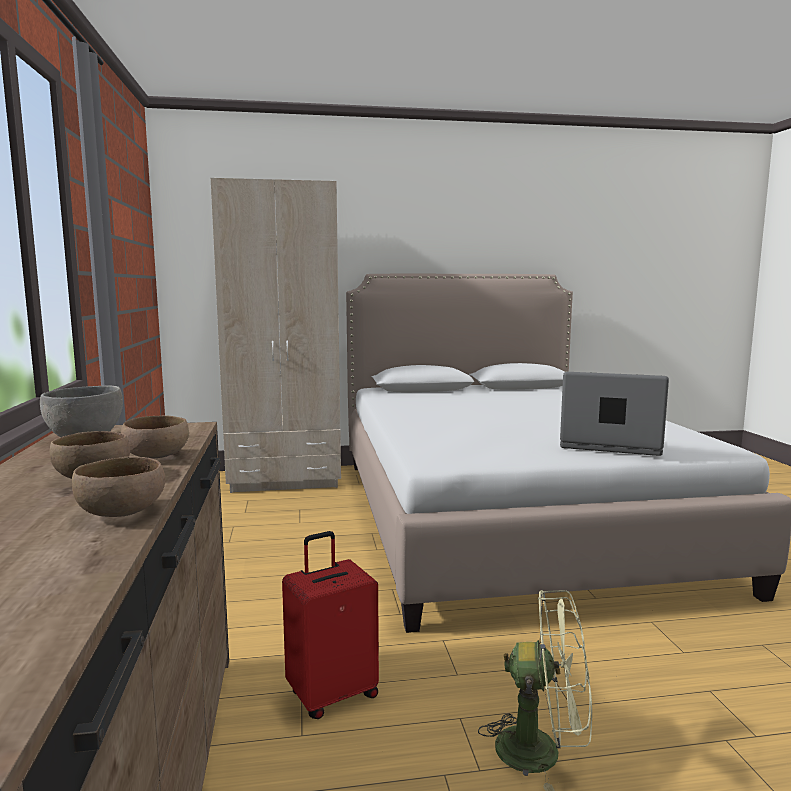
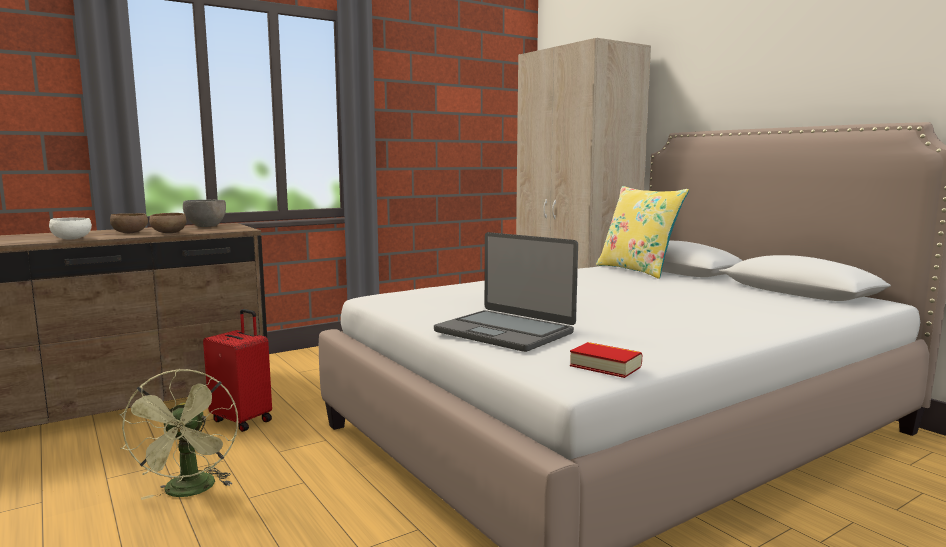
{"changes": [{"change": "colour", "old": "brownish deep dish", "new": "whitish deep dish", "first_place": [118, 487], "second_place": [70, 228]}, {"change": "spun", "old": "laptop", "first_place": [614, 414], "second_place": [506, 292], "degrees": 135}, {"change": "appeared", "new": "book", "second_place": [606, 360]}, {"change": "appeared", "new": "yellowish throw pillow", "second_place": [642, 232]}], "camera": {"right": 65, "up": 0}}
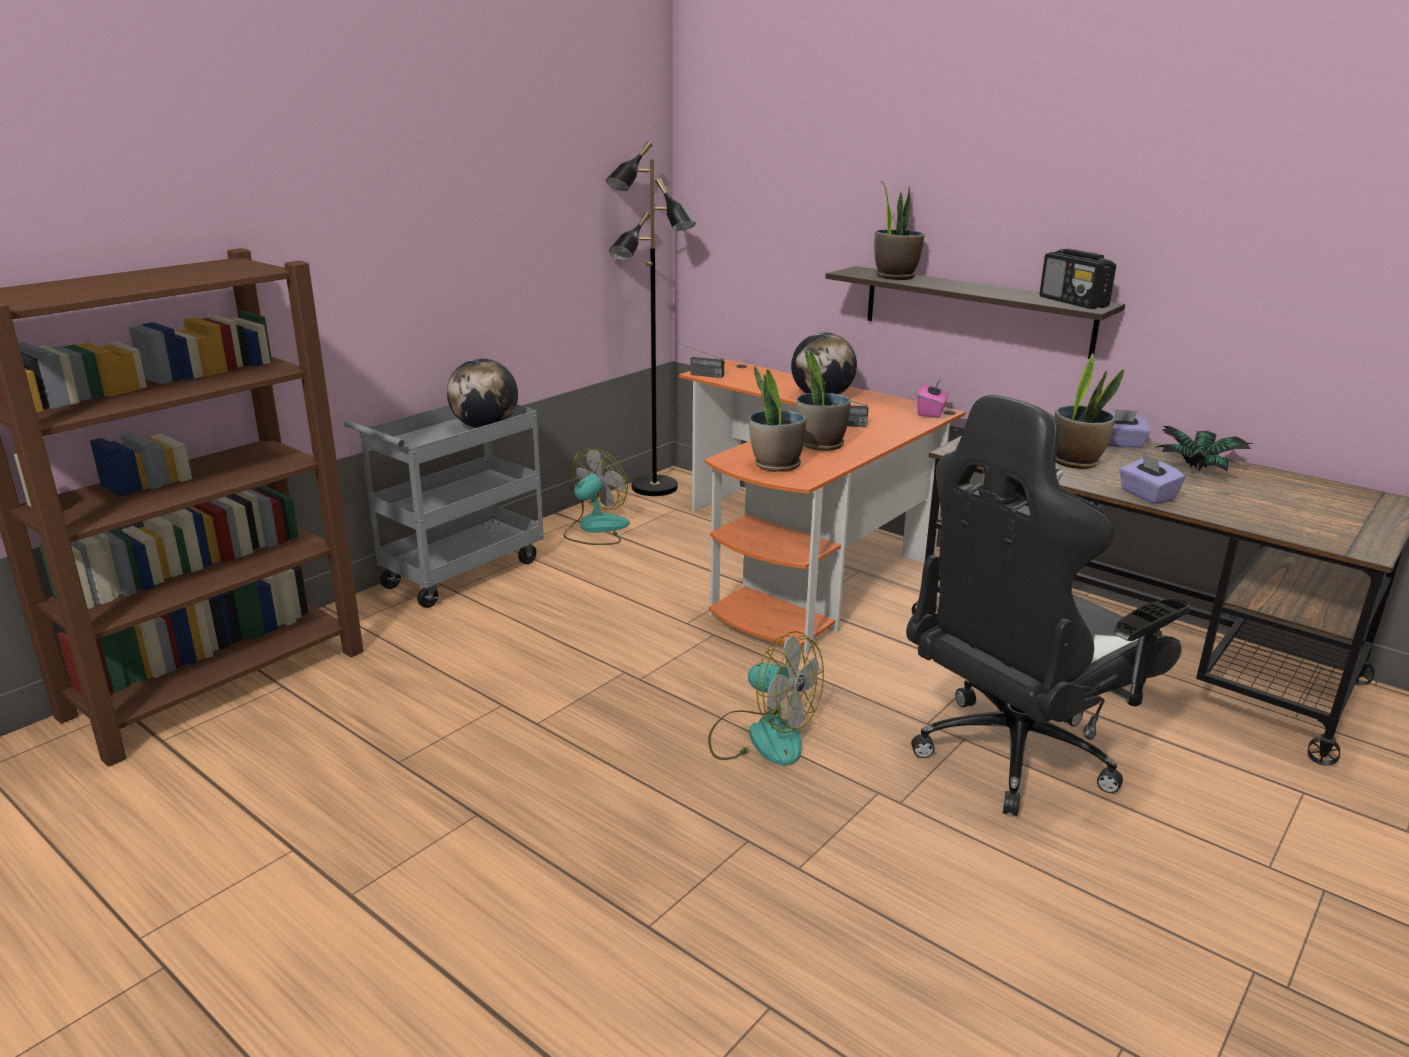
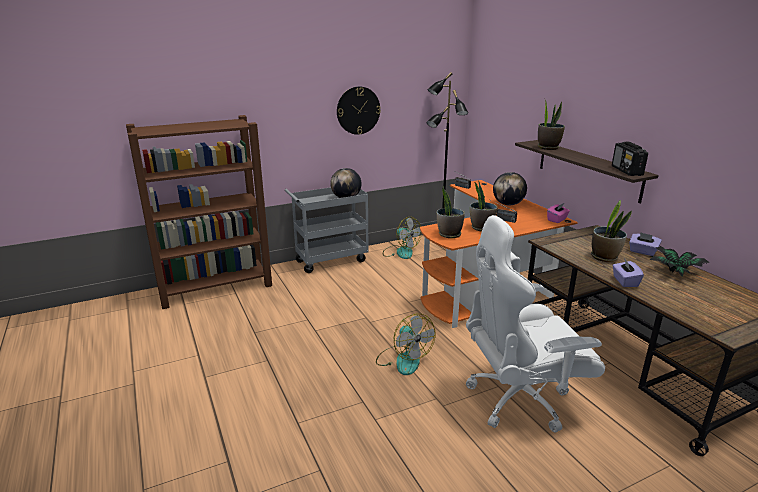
{"changes": [{"change": "appeared", "new": "clock on the wall", "second_place": [359, 110]}, {"change": "spun", "old": "cooling fan", "first_place": [596, 497], "second_place": [402, 238], "degrees": 75}, {"change": "colour", "old": "blackish office chair", "new": "whitish office chair", "first_place": [1048, 605], "second_place": [535, 324]}], "camera": {"right": 25, "up": 0}}
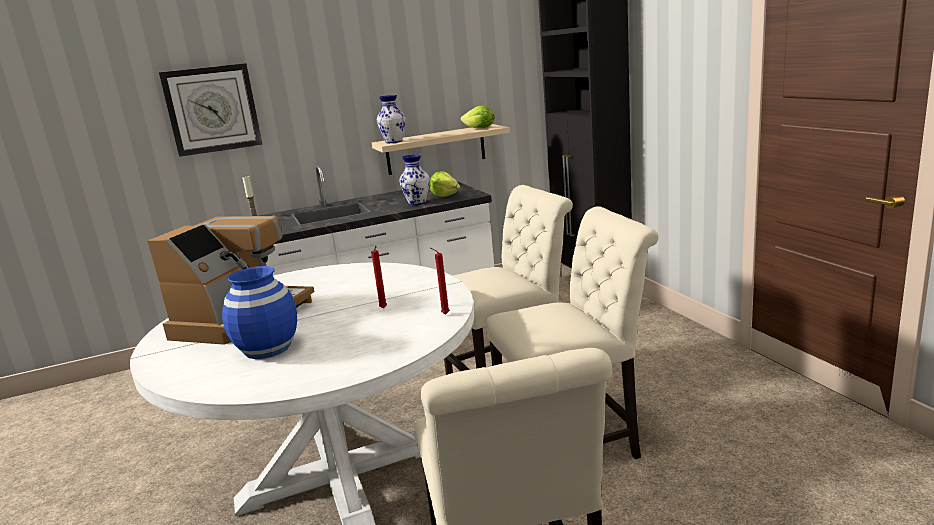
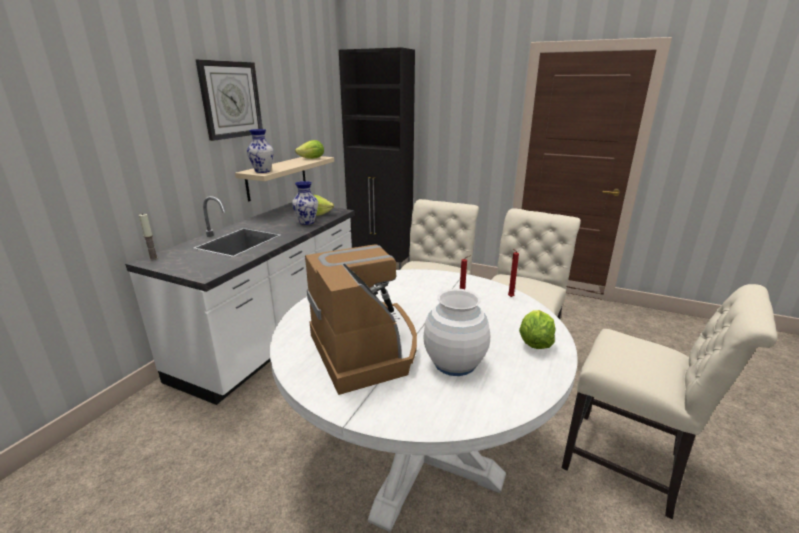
{"changes": [{"change": "relocated", "old": "clock on the wall", "first_place": [211, 110], "second_place": [229, 100]}, {"change": "colour", "old": "blue-coloured decorative vase", "new": "whitish decorative vase", "first_place": [259, 312], "second_place": [456, 332]}, {"change": "appeared", "new": "head of lettuce", "second_place": [537, 329]}], "camera": {"right": -45, "up": 5}}
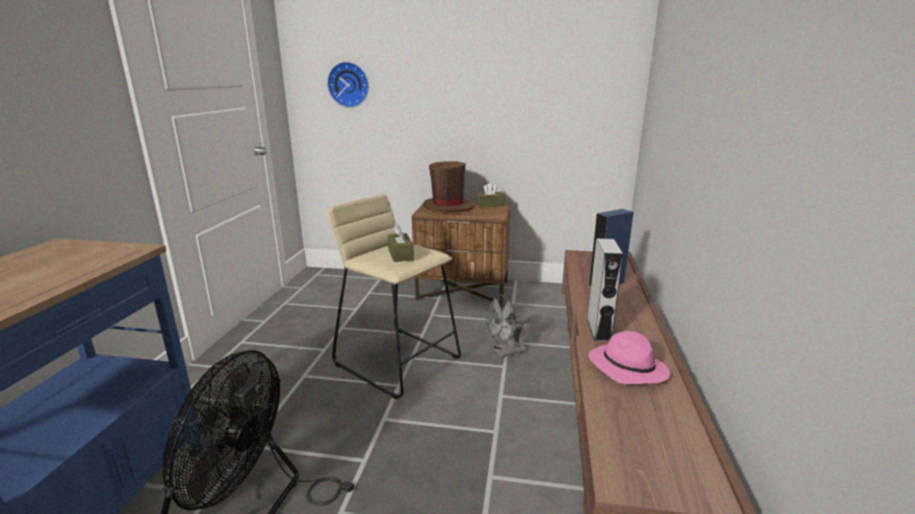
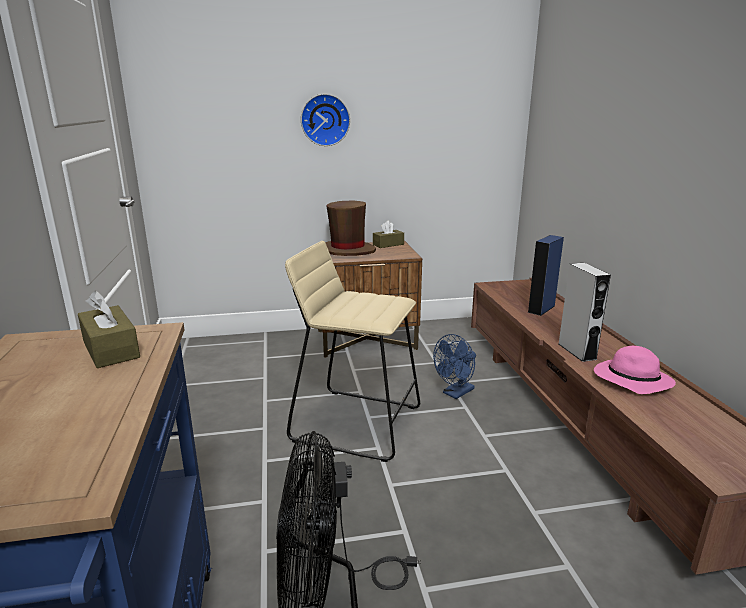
{"changes": [{"change": "relocated", "old": "brownish box of tissues", "first_place": [401, 243], "second_place": [109, 329]}, {"change": "relocated", "old": "clock on the wall", "first_place": [348, 85], "second_place": [325, 120]}, {"change": "colour", "old": "greyish cooling fan", "new": "blue-coloured cooling fan", "first_place": [508, 325], "second_place": [454, 366]}], "camera": {"right": -20, "up": 0}}
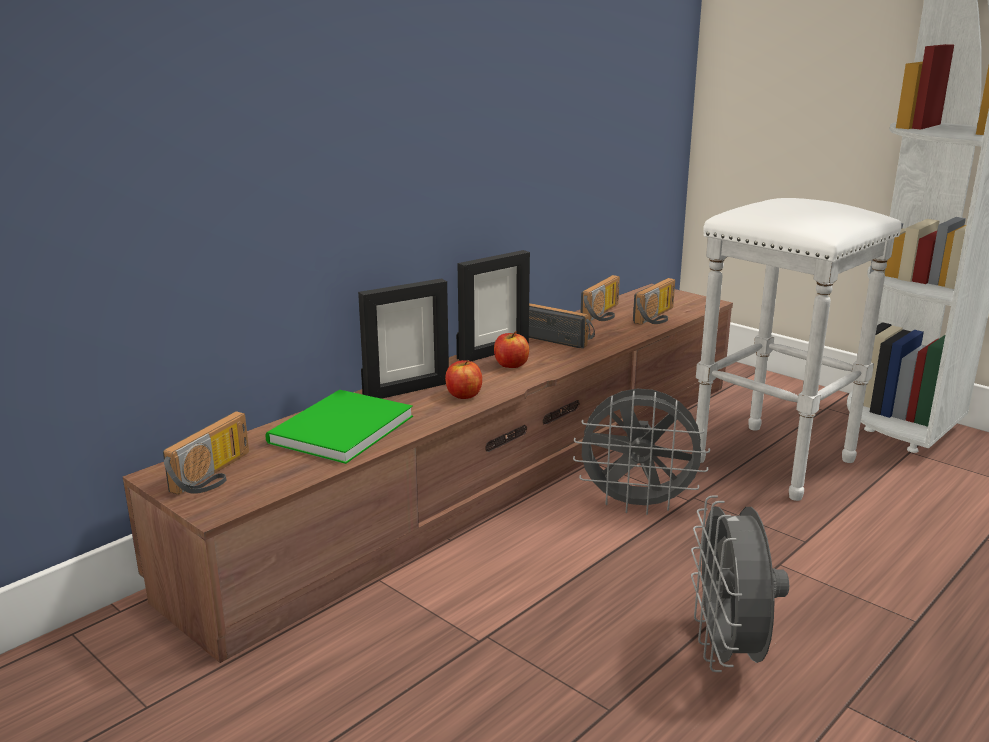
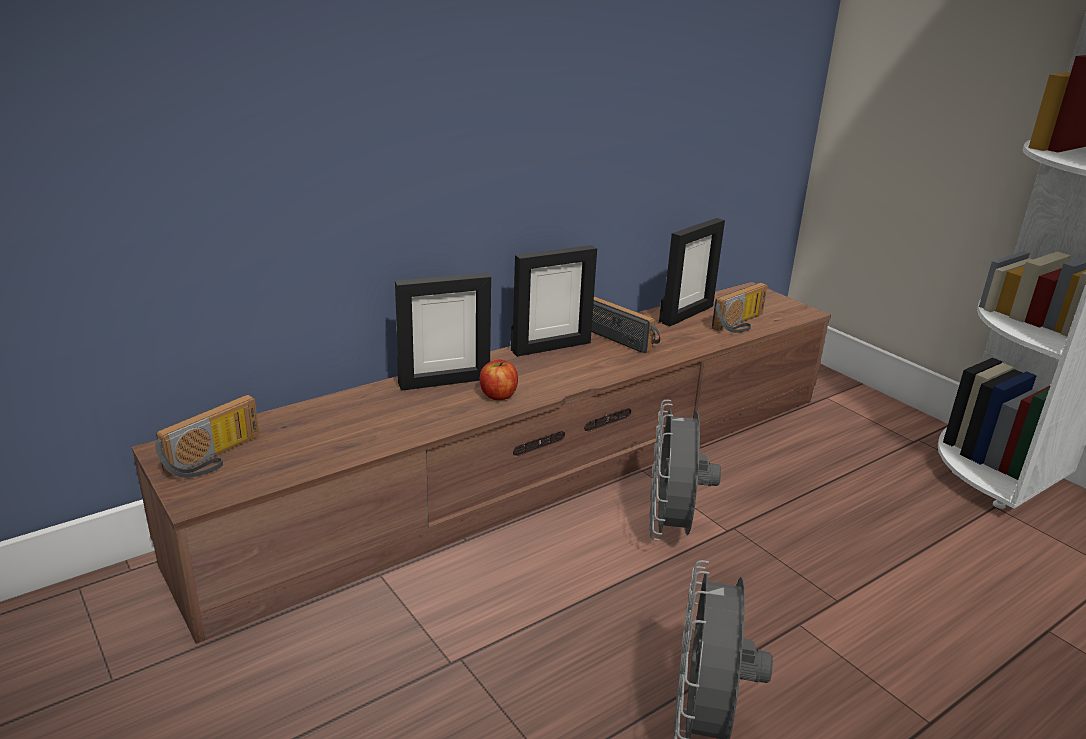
{"changes": [{"change": "spun", "old": "greyish cooling fan", "first_place": [641, 452], "second_place": [685, 470], "degrees": 75}, {"change": "exchanged", "old": "radio", "new": "picture frame", "first_place": [600, 298], "second_place": [692, 272]}, {"change": "missing", "old": "greenish book", "first_place": [339, 427]}, {"change": "missing", "old": "apple", "first_place": [511, 349]}, {"change": "missing", "old": "whitish sitting stool", "first_place": [798, 349]}], "camera": {"right": 10, "up": 5}}
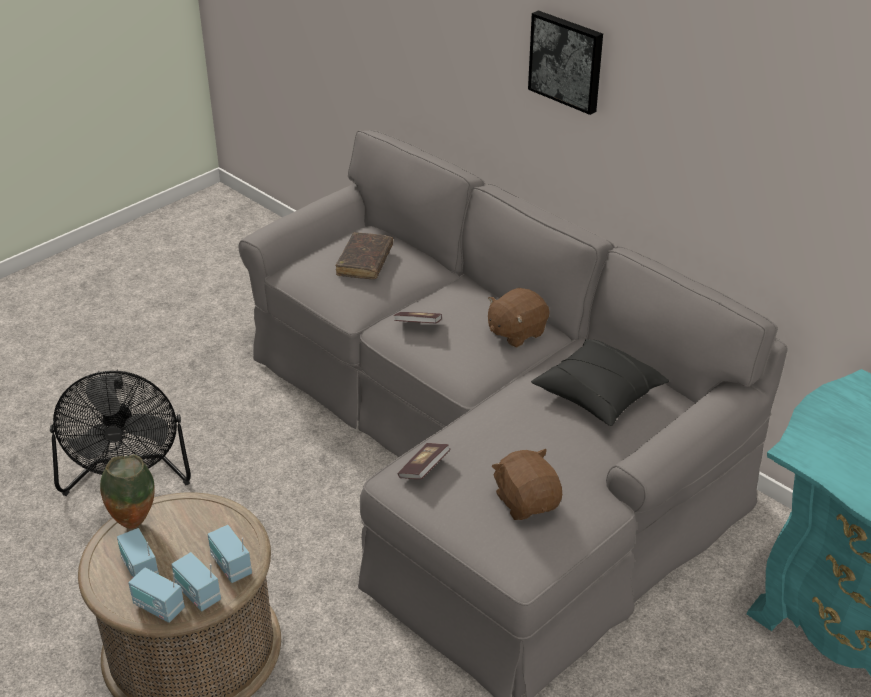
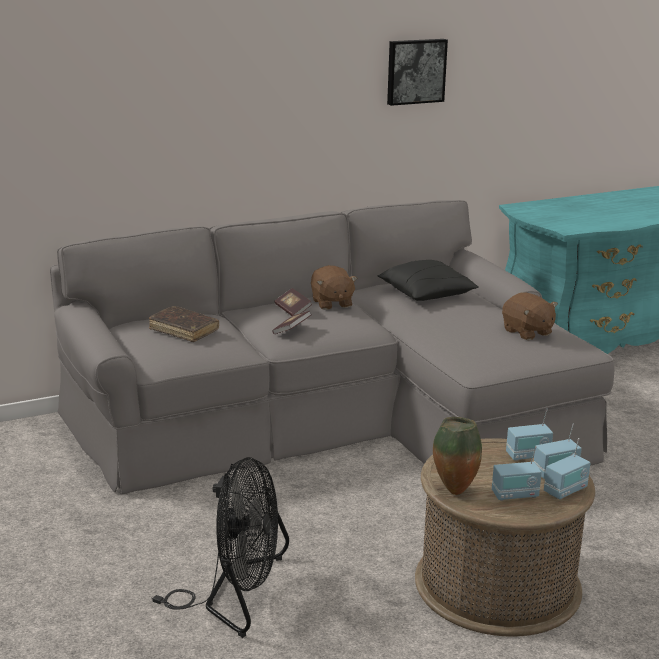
{"changes": [{"change": "relocated", "old": "book", "first_place": [424, 461], "second_place": [293, 302]}, {"change": "relocated", "old": "wall art", "first_place": [565, 62], "second_place": [417, 72]}, {"change": "spun", "old": "brownish plush toy", "first_place": [527, 484], "second_place": [530, 316], "degrees": -120}], "camera": {"right": -70, "up": -15}}
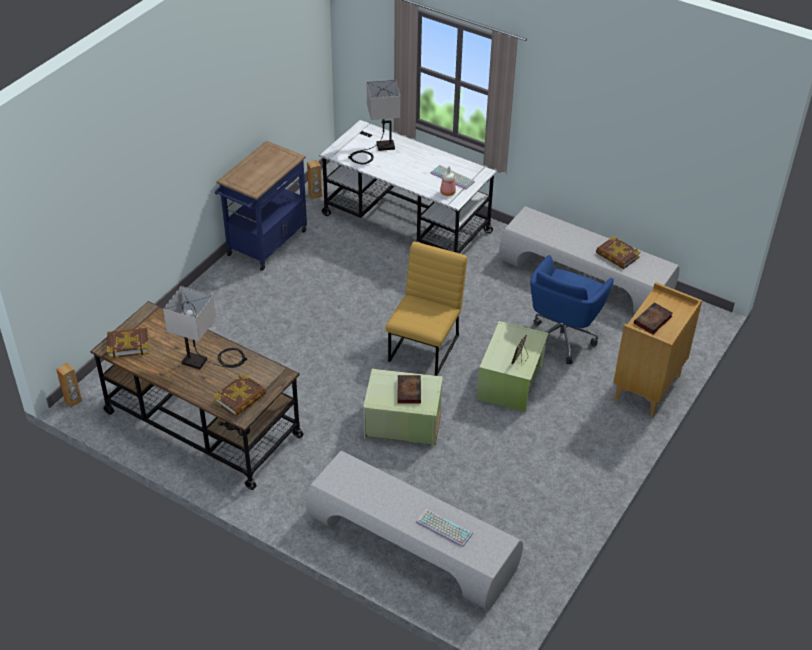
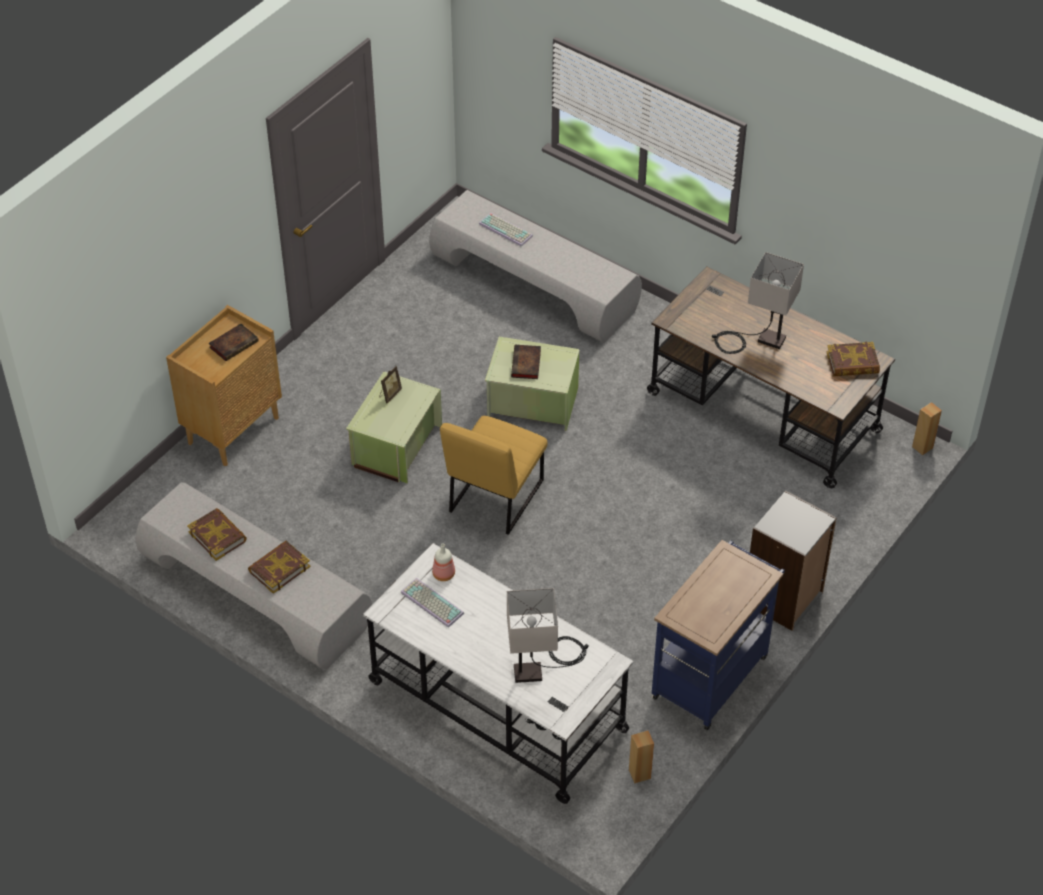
{"changes": [{"change": "relocated", "old": "book", "first_place": [240, 395], "second_place": [279, 567]}, {"change": "appeared", "new": "greyish bookcase", "second_place": [793, 560]}, {"change": "missing", "old": "blue-coloured office chair", "first_place": [572, 309]}], "camera": {"right": -175, "up": 5}}
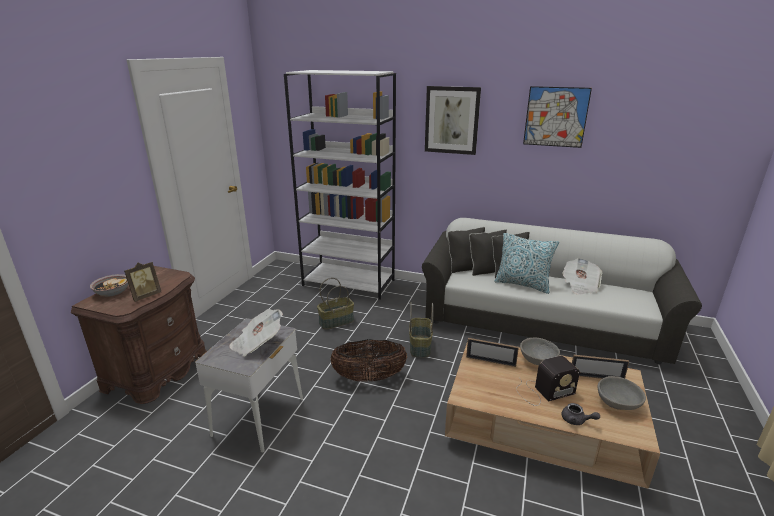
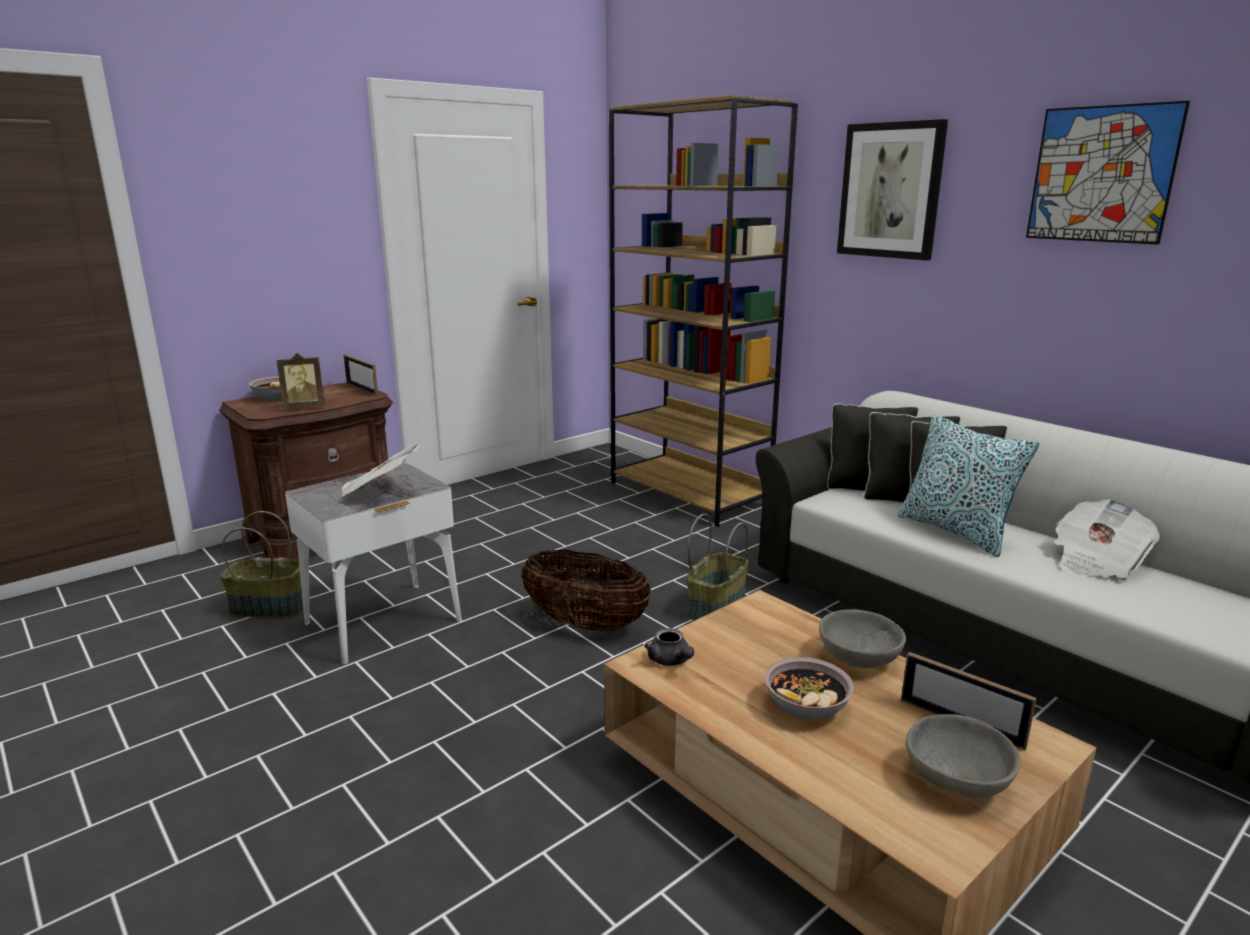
{"changes": [{"change": "relocated", "old": "basket", "first_place": [335, 304], "second_place": [261, 564]}, {"change": "relocated", "old": "picture frame", "first_place": [492, 352], "second_place": [361, 375]}, {"change": "colour", "old": "whitish bookcase", "new": "brownish bookcase", "first_place": [340, 185], "second_place": [703, 311]}, {"change": "relocated", "old": "greyish tea pot", "first_place": [581, 414], "second_place": [669, 647]}, {"change": "exchanged", "old": "radio", "new": "deep dish", "first_place": [548, 381], "second_place": [809, 688]}], "camera": {"right": 30, "up": -5}}
